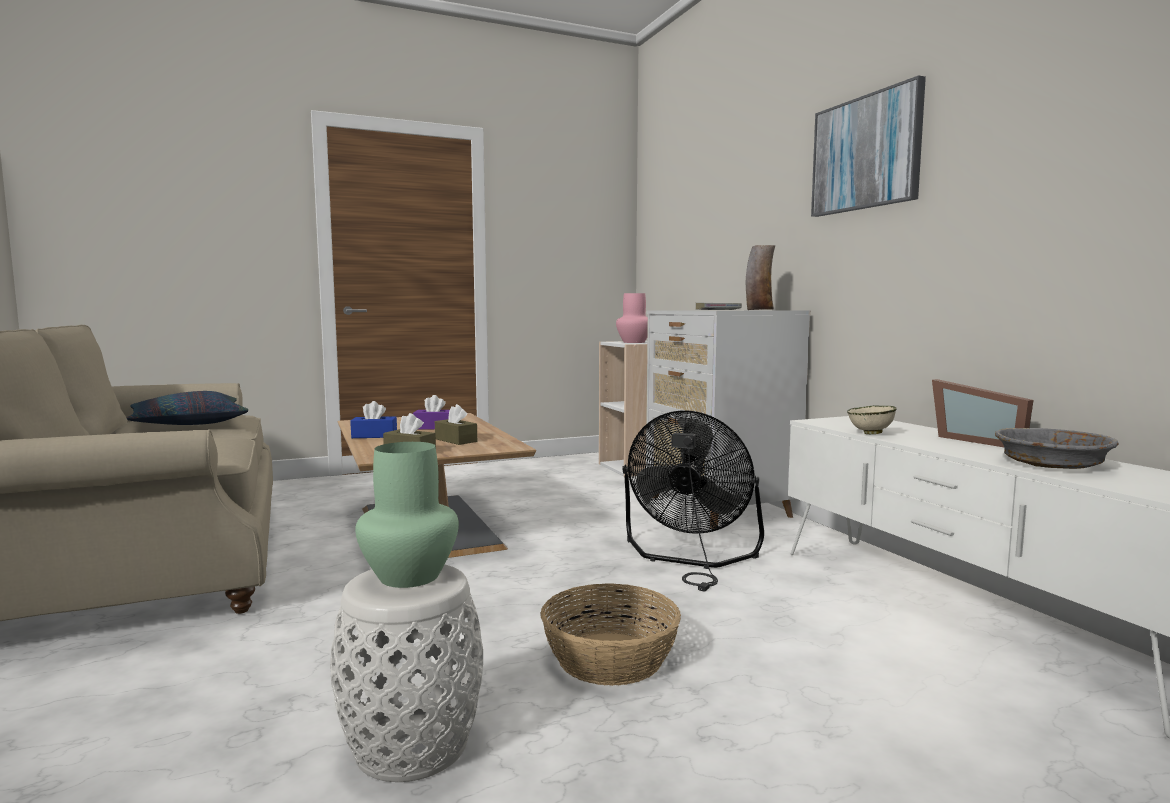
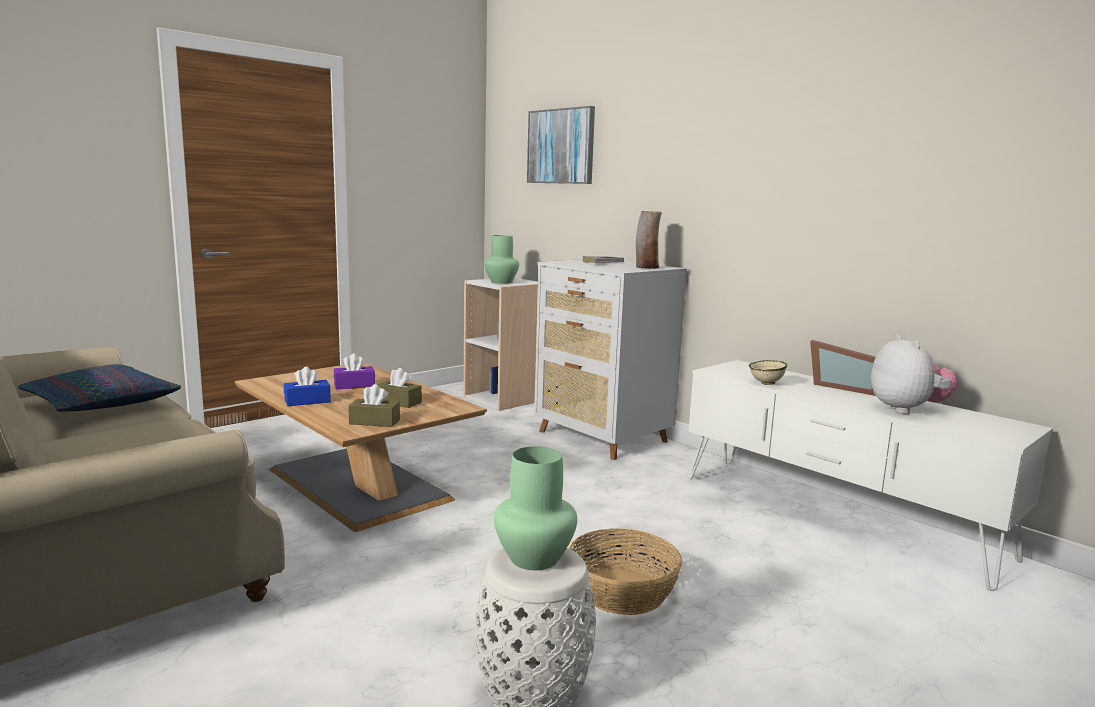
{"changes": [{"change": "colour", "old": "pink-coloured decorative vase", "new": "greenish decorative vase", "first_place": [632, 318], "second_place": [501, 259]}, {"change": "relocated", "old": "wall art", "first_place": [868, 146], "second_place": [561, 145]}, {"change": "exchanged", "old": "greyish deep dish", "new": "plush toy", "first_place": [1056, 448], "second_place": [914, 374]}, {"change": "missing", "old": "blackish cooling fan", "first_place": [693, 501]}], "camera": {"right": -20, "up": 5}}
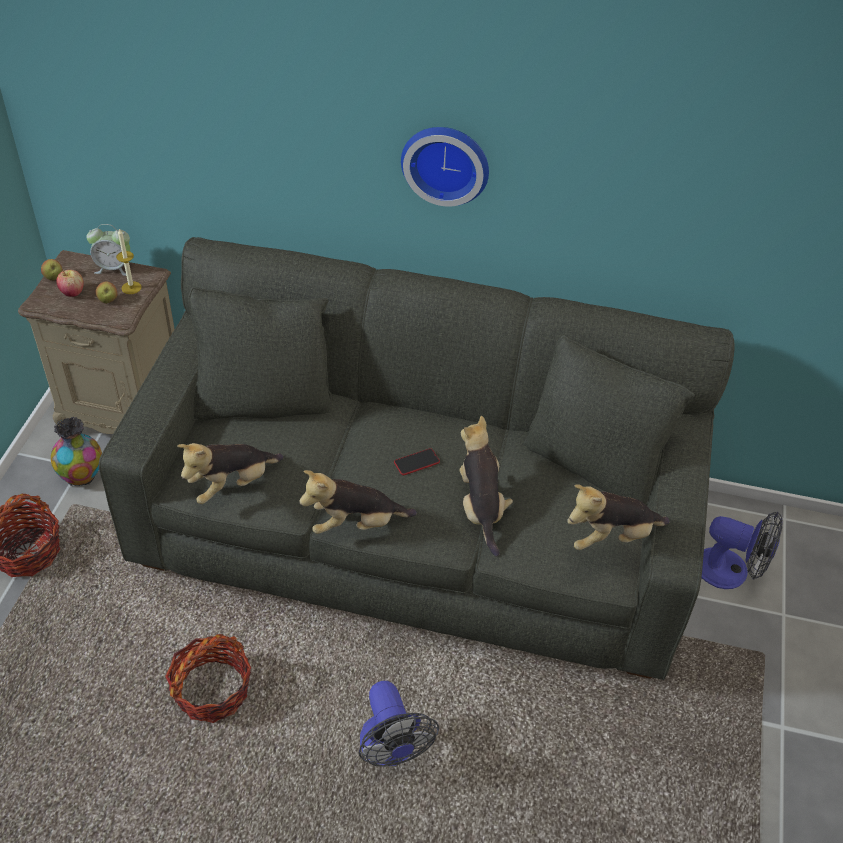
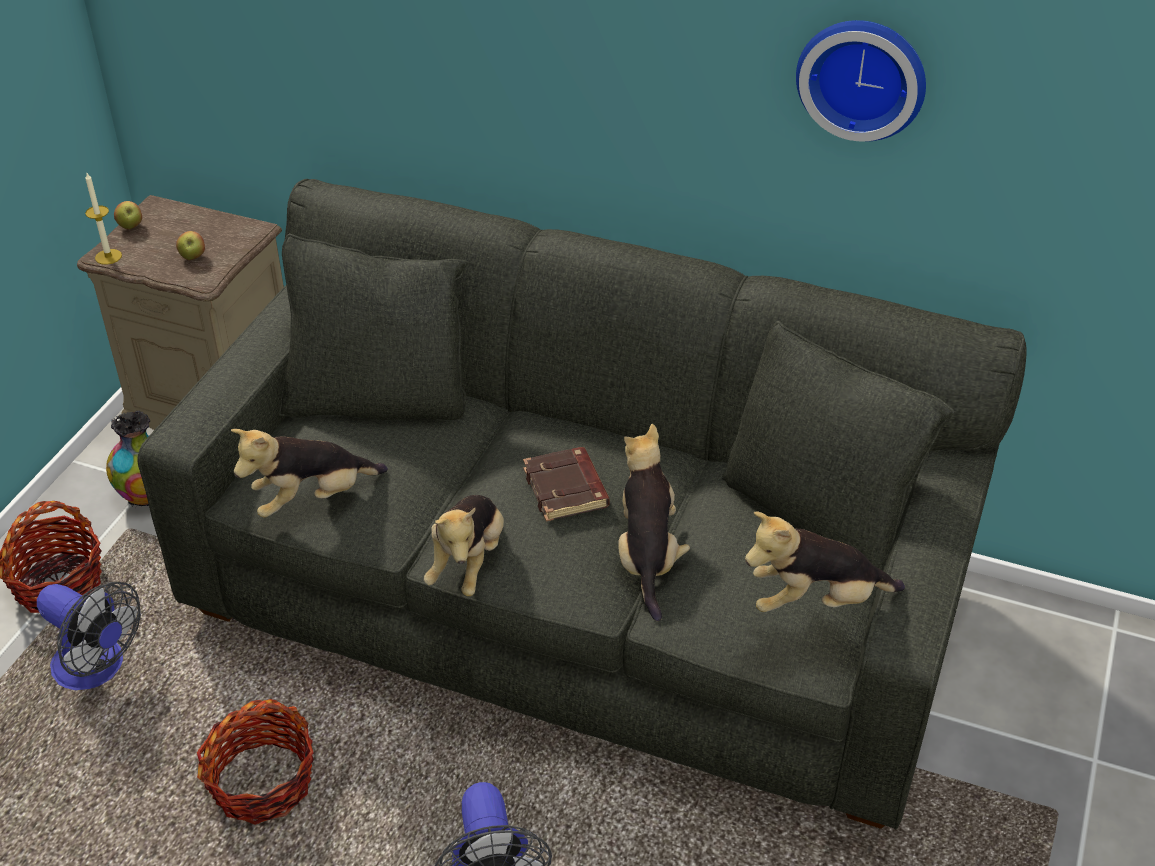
{"changes": [{"change": "relocated", "old": "cooling fan", "first_place": [742, 550], "second_place": [89, 636]}, {"change": "relocated", "old": "wax light", "first_place": [129, 261], "second_place": [103, 219]}, {"change": "spun", "old": "plush toy", "first_place": [358, 502], "second_place": [464, 545], "degrees": -75}, {"change": "exchanged", "old": "telephone", "new": "brownish book", "first_place": [417, 461], "second_place": [566, 484]}, {"change": "relocated", "old": "clock on the wall", "first_place": [445, 167], "second_place": [861, 80]}, {"change": "missing", "old": "apple", "first_place": [70, 283]}, {"change": "missing", "old": "alarm clock", "first_place": [108, 250]}], "camera": {"right": 10, "up": -5}}
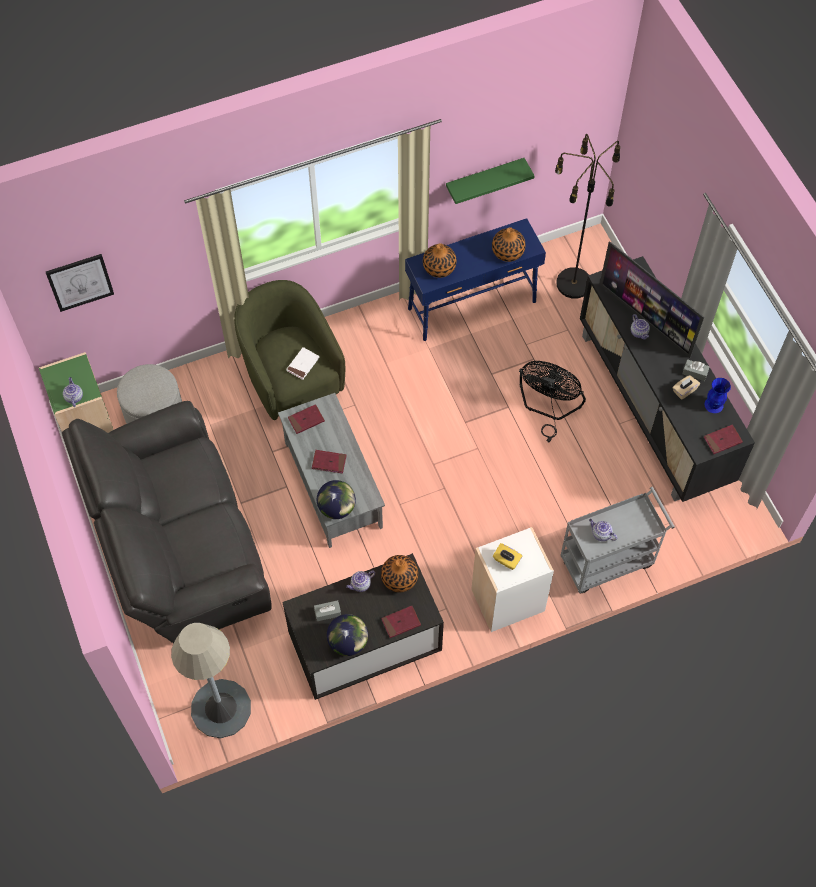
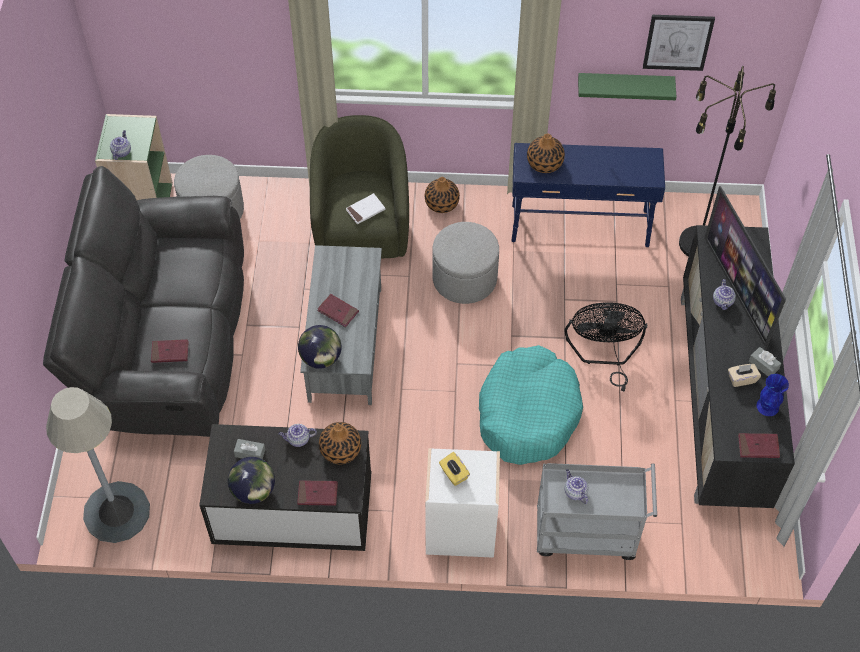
{"changes": [{"change": "relocated", "old": "red-coloured book", "first_place": [306, 419], "second_place": [170, 351]}, {"change": "relocated", "old": "decorative vase", "first_place": [508, 244], "second_place": [442, 195]}, {"change": "appeared", "new": "greyish footrest", "second_place": [465, 263]}, {"change": "appeared", "new": "turquoise-coloured dog cushion", "second_place": [531, 405]}, {"change": "spun", "old": "blackish cooling fan", "first_place": [552, 401], "second_place": [605, 346], "degrees": -45}, {"change": "relocated", "old": "wall art", "first_place": [80, 283], "second_place": [679, 43]}], "camera": {"right": 25, "up": -5}}
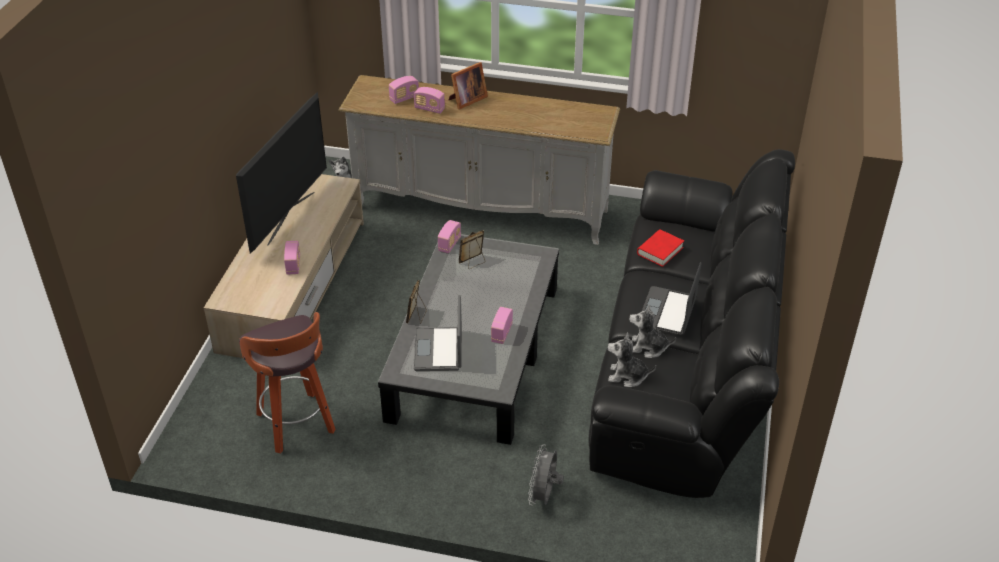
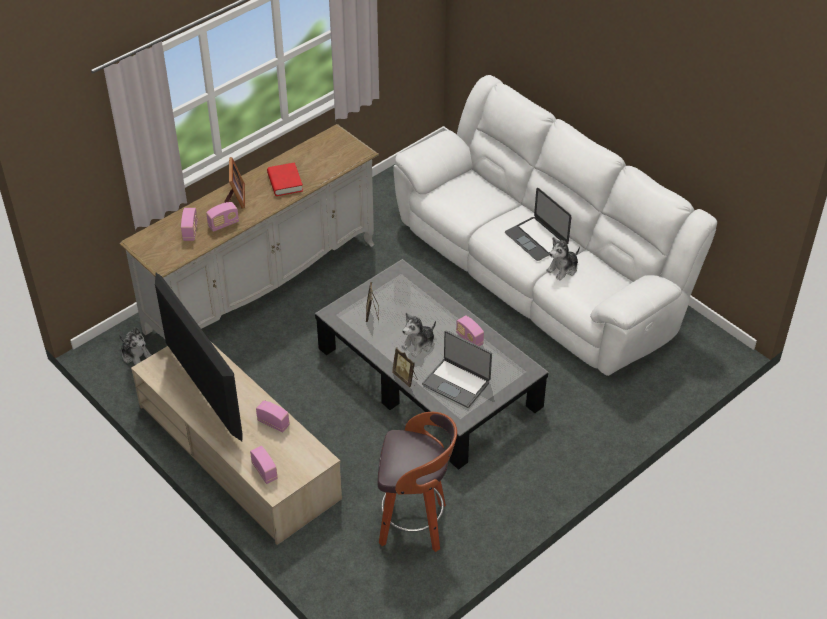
{"changes": [{"change": "relocated", "old": "radio", "first_place": [449, 236], "second_place": [264, 465]}, {"change": "relocated", "old": "red-coloured book", "first_place": [660, 248], "second_place": [285, 179]}, {"change": "colour", "old": "blackish settee", "new": "whitish settee", "first_place": [691, 323], "second_place": [555, 225]}, {"change": "relocated", "old": "plush toy", "first_place": [632, 359], "second_place": [418, 335]}, {"change": "missing", "old": "greyish cooling fan", "first_place": [546, 475]}], "camera": {"right": -55, "up": 5}}
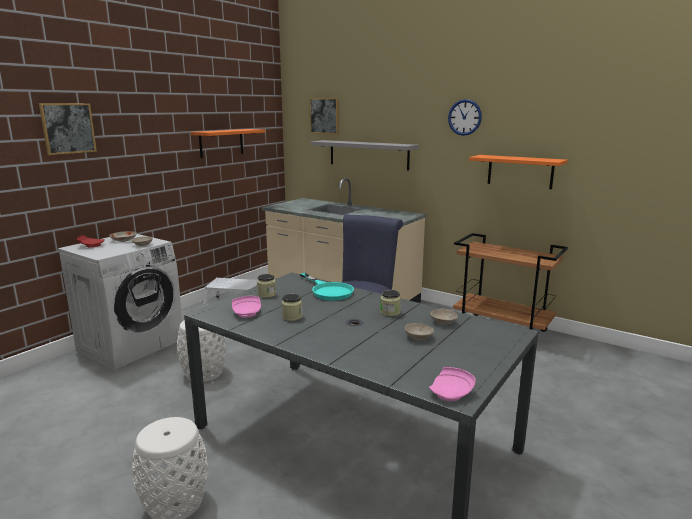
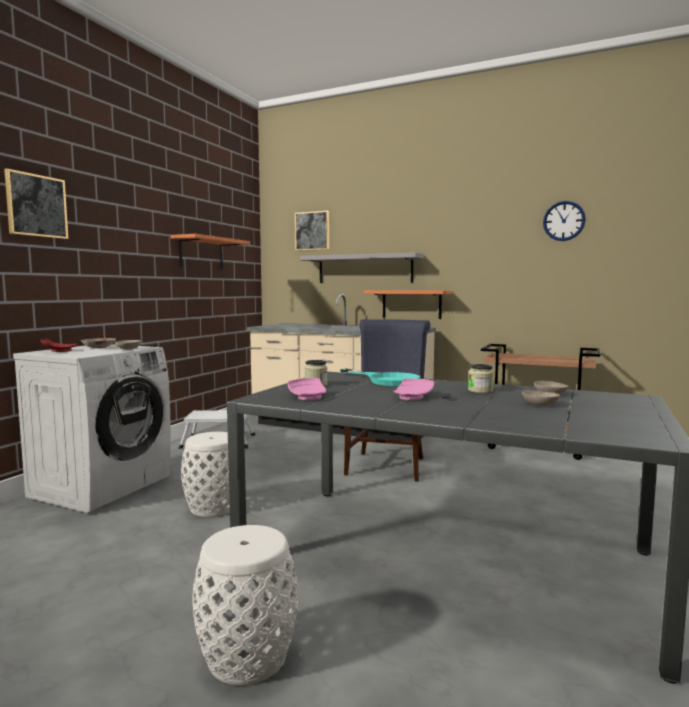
{"changes": [{"change": "relocated", "old": "orangey bracket shelf", "first_place": [518, 172], "second_place": [408, 305]}, {"change": "relocated", "old": "pink-coloured plate", "first_place": [452, 384], "second_place": [413, 389]}, {"change": "relocated", "old": "clock on the wall", "first_place": [465, 117], "second_place": [564, 221]}, {"change": "missing", "old": "preserve jar", "first_place": [292, 307]}], "camera": {"right": -10, "up": -10}}
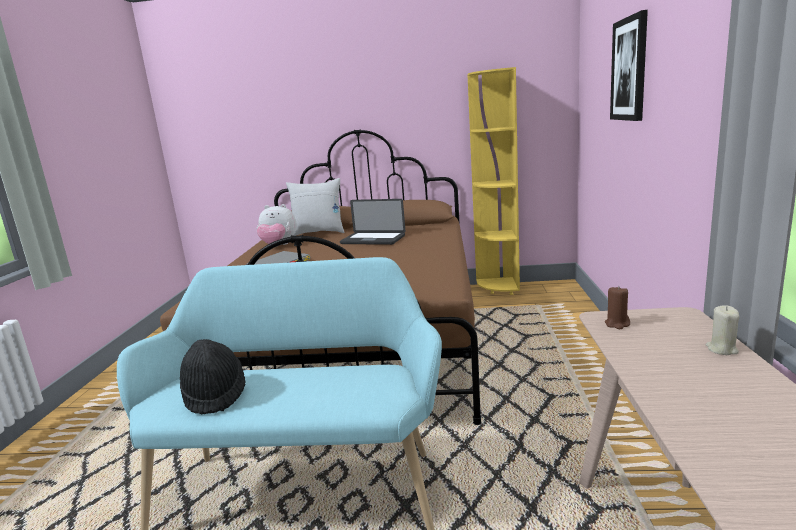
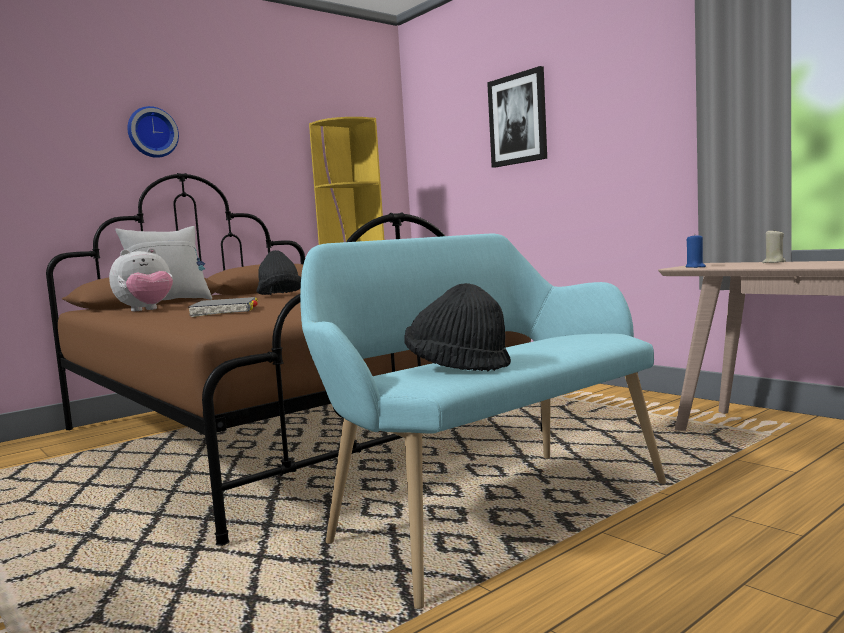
{"changes": [{"change": "appeared", "new": "clock on the wall", "second_place": [153, 132]}, {"change": "exchanged", "old": "laptop", "new": "blackish clothing hat", "first_place": [372, 222], "second_place": [279, 272]}, {"change": "colour", "old": "brownish wax light", "new": "blue-coloured wax light", "first_place": [617, 308], "second_place": [696, 251]}], "camera": {"right": -45, "up": -10}}
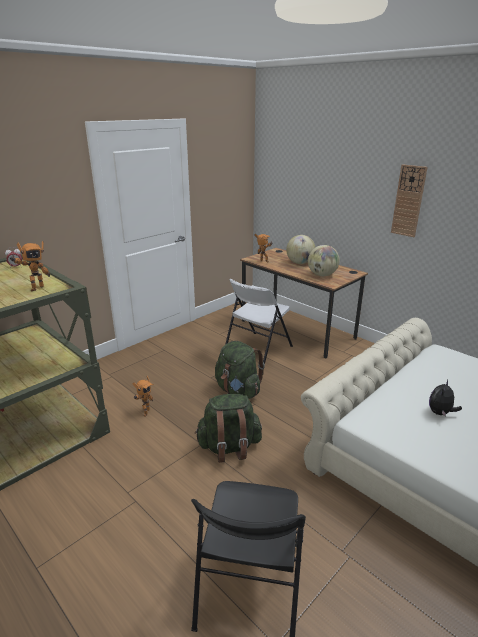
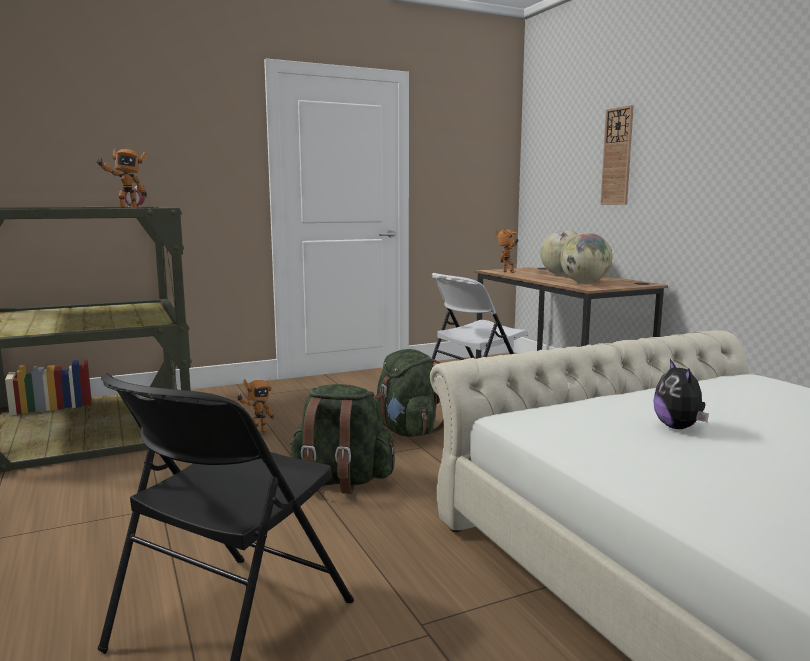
{"changes": [{"change": "relocated", "old": "clock on the wall", "first_place": [409, 200], "second_place": [617, 155]}, {"change": "spun", "old": "plush toy", "first_place": [445, 397], "second_place": [681, 394], "degrees": -60}], "camera": {"right": 20, "up": -15}}
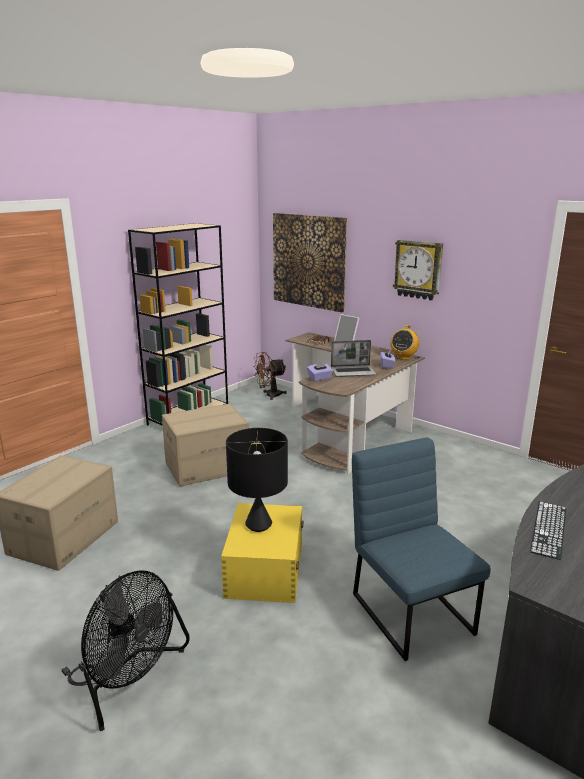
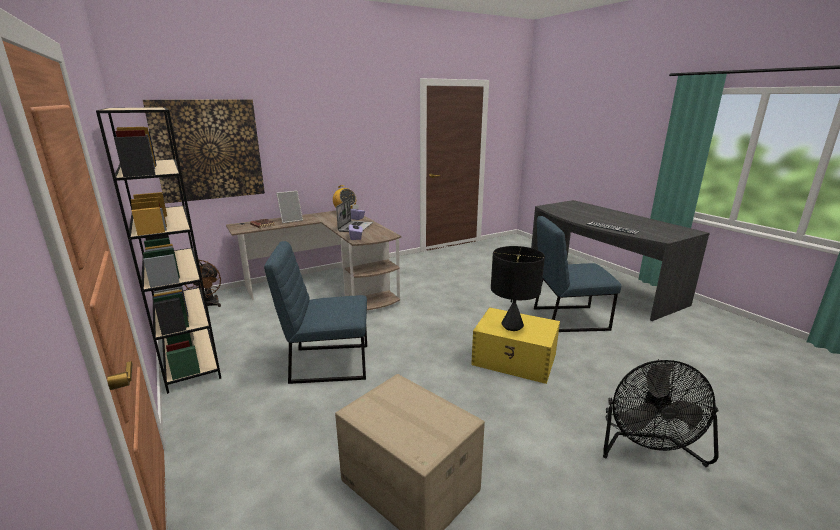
{"changes": [{"change": "exchanged", "old": "carton", "new": "blue-coloured plain chair", "first_place": [205, 445], "second_place": [315, 312]}, {"change": "spun", "old": "blackish cooling fan", "first_place": [126, 650], "second_place": [661, 413], "degrees": 135}, {"change": "missing", "old": "clock on the wall", "first_place": [418, 269]}], "camera": {"right": -70, "up": 0}}
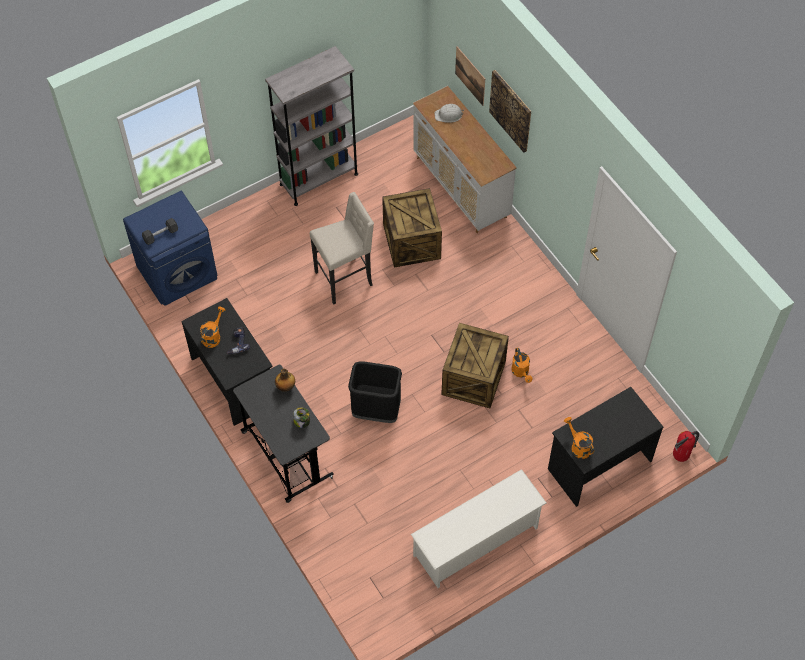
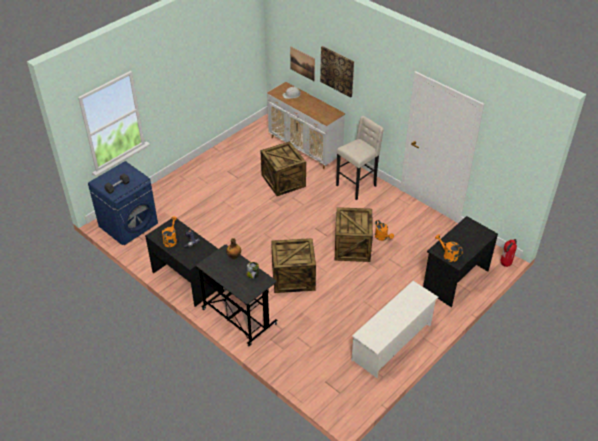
{"changes": [{"change": "exchanged", "old": "blackish waste bin", "new": "crate", "first_place": [375, 392], "second_place": [293, 265]}, {"change": "relocated", "old": "beige-coloured sitting stool", "first_place": [342, 248], "second_place": [360, 158]}, {"change": "missing", "old": "greyish bookcase", "first_place": [311, 126]}], "camera": {"right": -15, "up": -15}}
